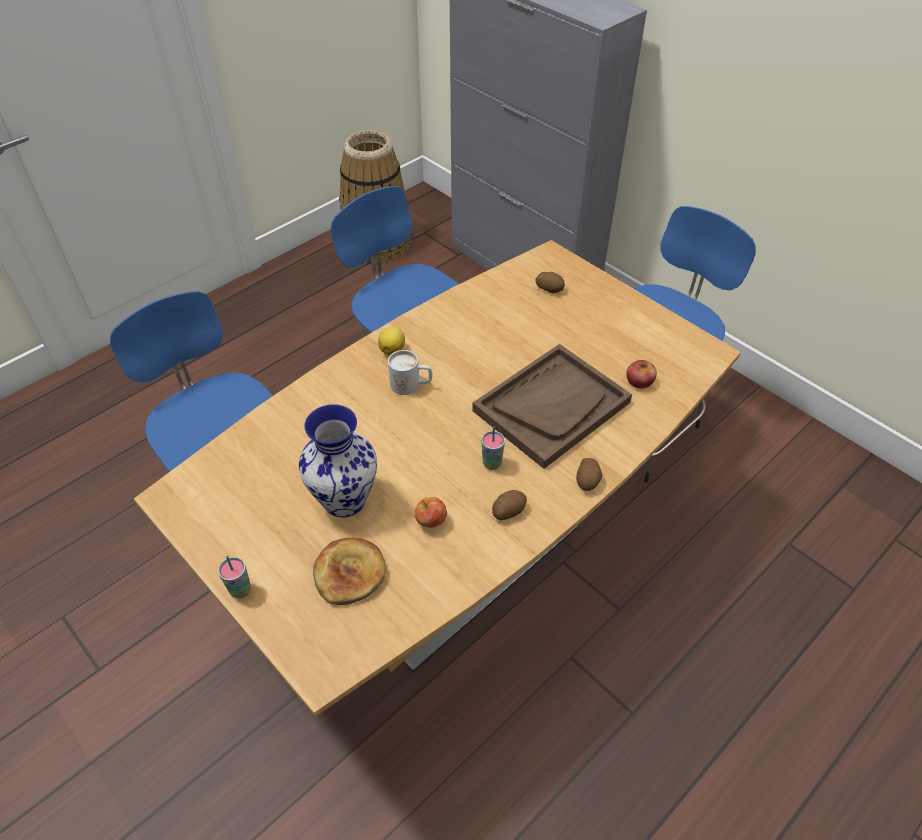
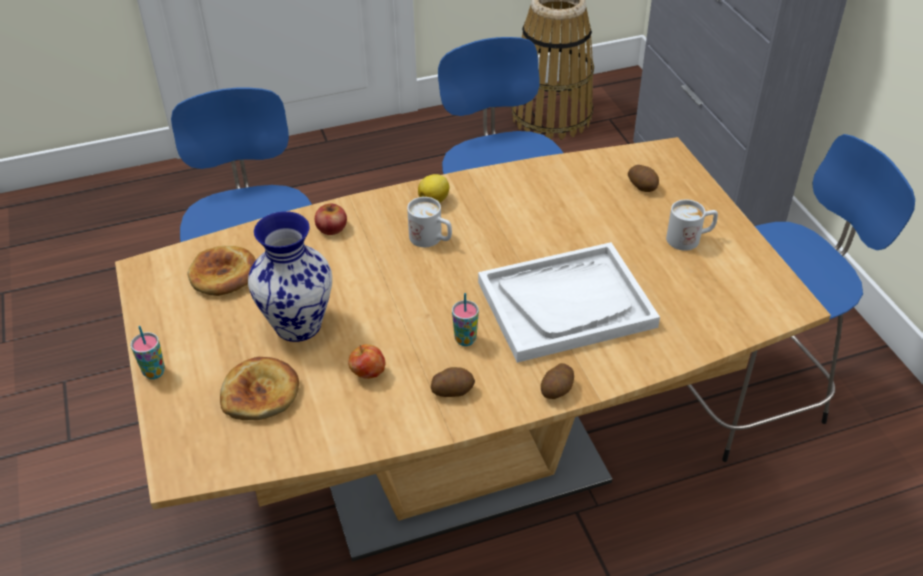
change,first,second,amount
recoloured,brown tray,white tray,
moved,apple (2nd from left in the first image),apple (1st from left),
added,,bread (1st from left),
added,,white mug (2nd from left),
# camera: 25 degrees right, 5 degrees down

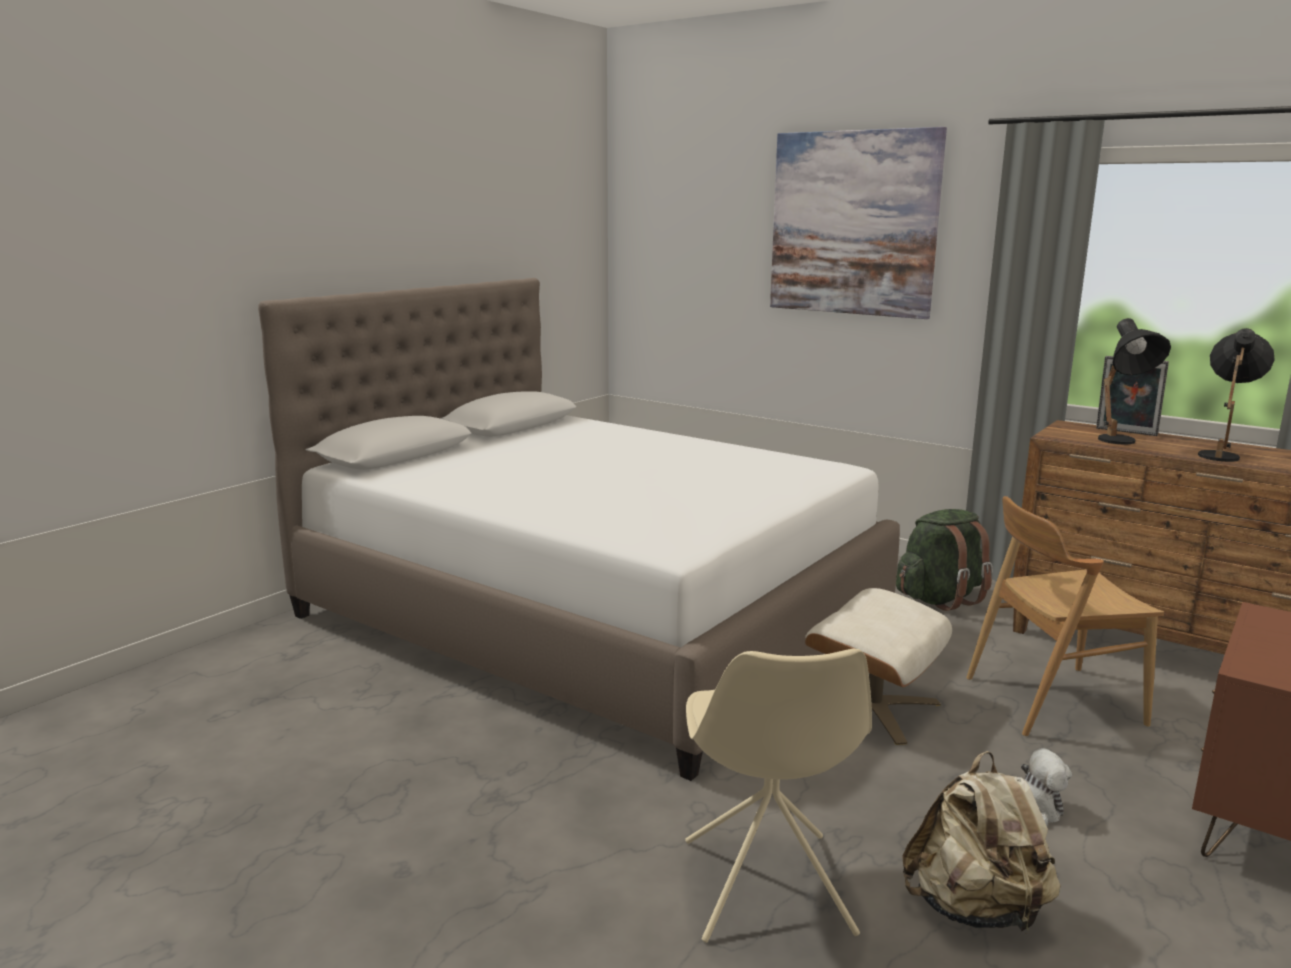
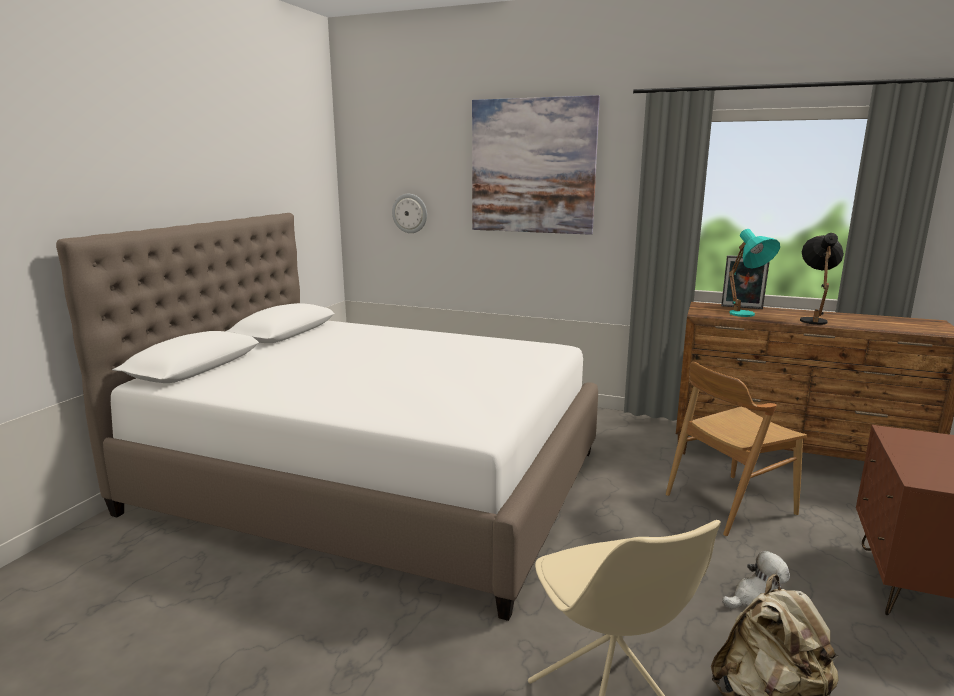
change,first,second,amount
removed,beige ottoman,,
removed,green backpack,,
recoloured,black table lamp (1st from left),turquoise table lamp,
added,,wall clock,
# camera: 15 degrees left, 0 degrees up

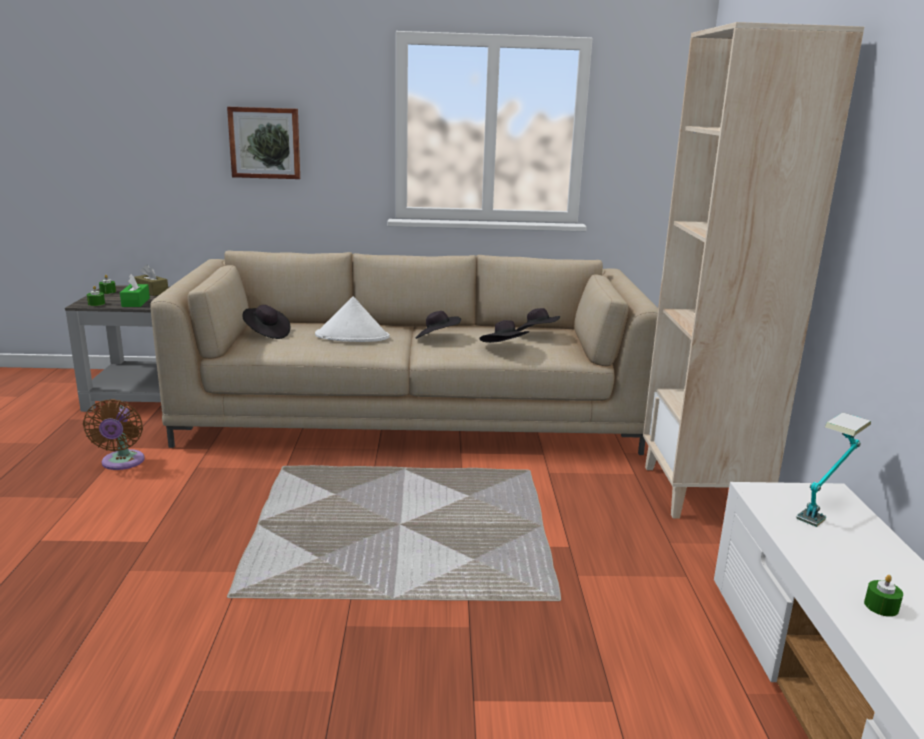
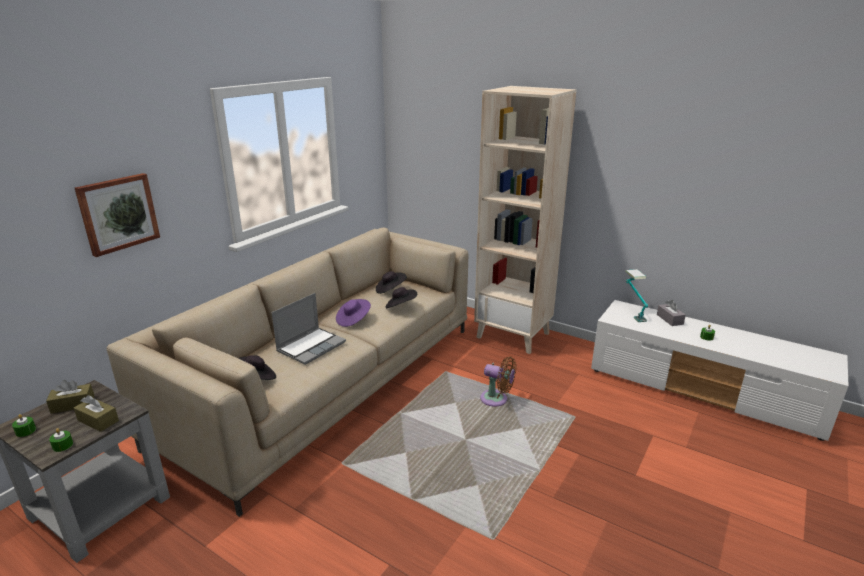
change,first,second,amount
moved,brown fan,,
recoloured,green tissue box,brown tissue box (2nd from left),
replaced,white hat,laptop,
recoloured,black hat (2nd from left),purple hat,
added,,grey tissue box,
# camera: 55 degrees left, 5 degrees up

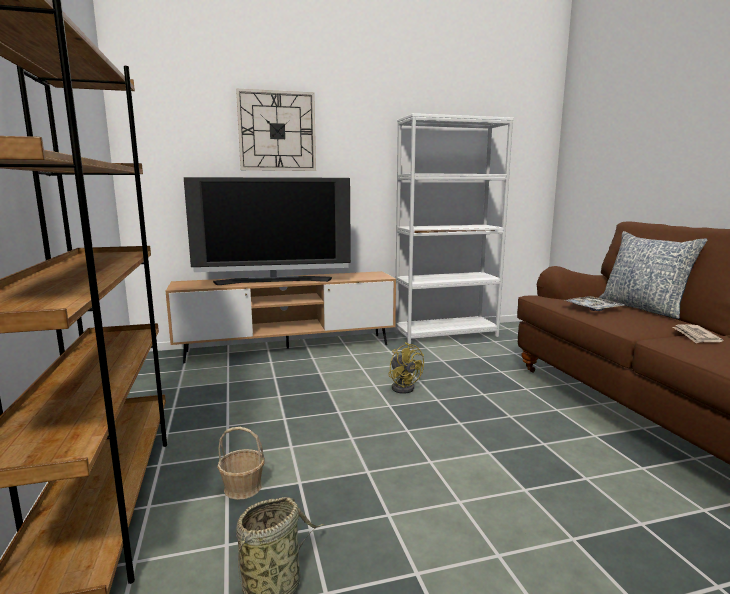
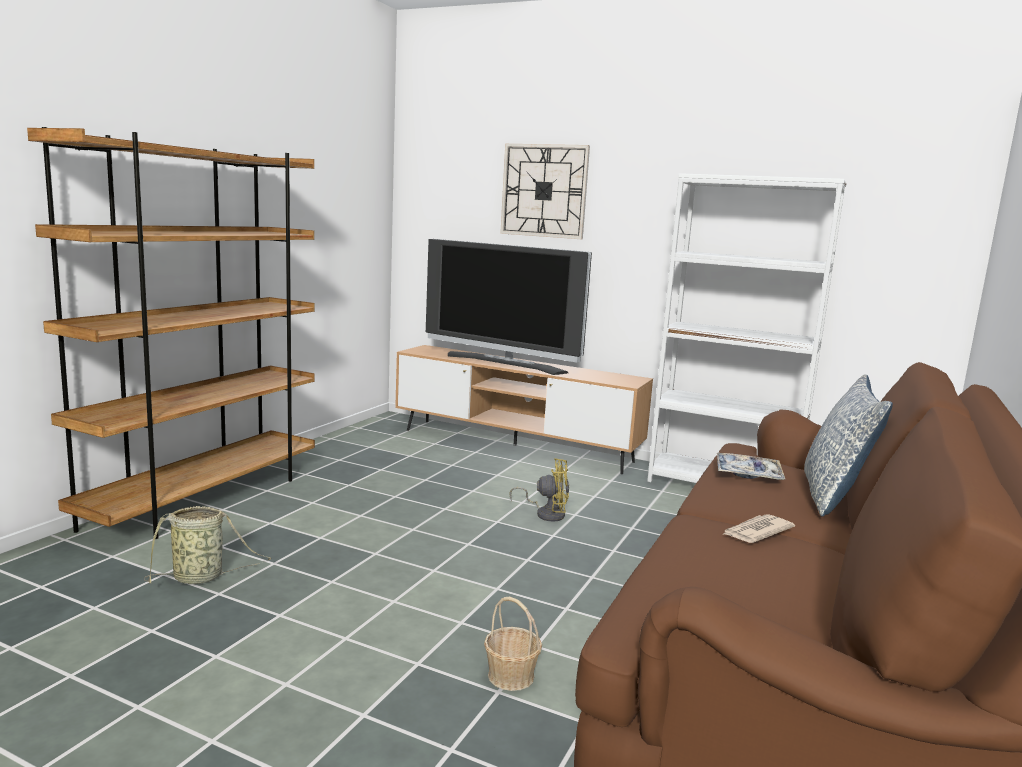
change,first,second,amount
moved,basket (1st from left in the first image),basket (2nd from left),
turned,yellow fan,,90 degrees counterclockwise
# camera: 40 degrees right, 0 degrees up

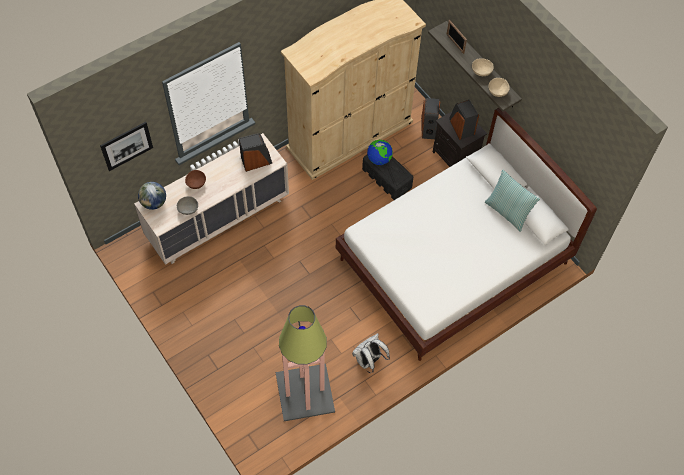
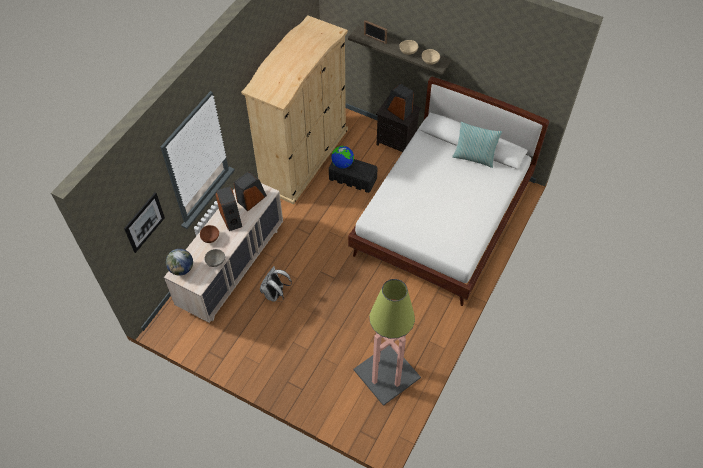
change,first,second,amount
moved,white backpack,,
moved,speaker (2nd from left in the first image),speaker (1st from left),
# camera: 25 degrees left, 5 degrees down

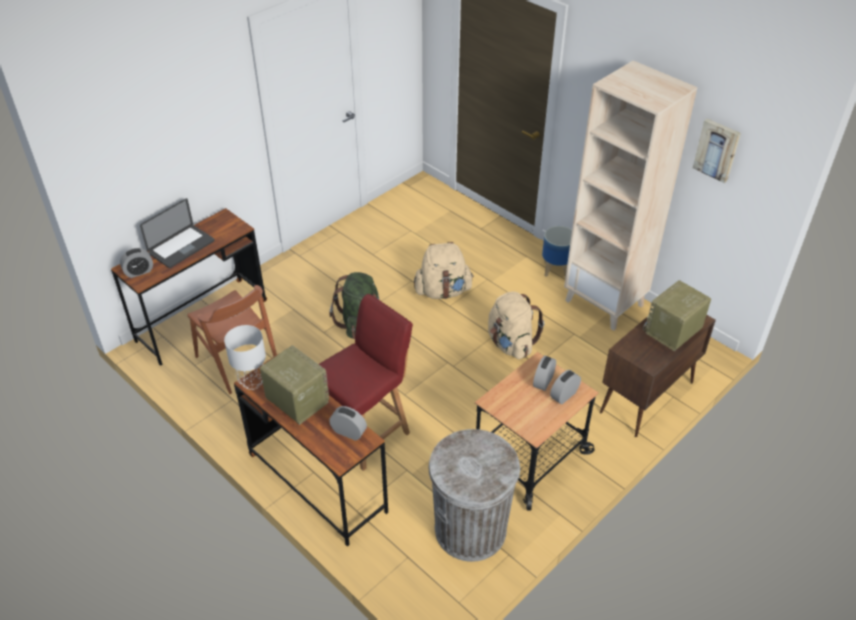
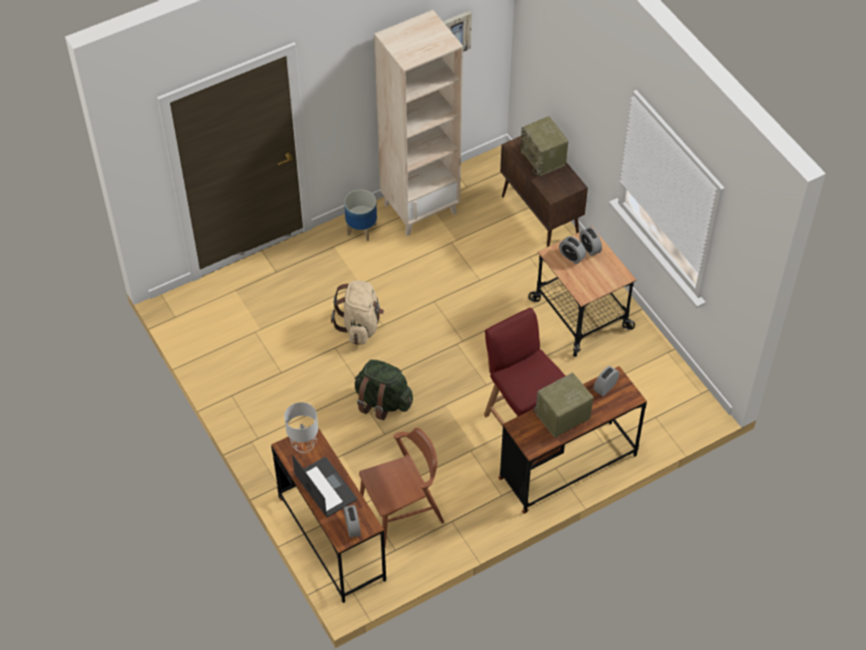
change,first,second,amount
moved,grey table lamp,,
removed,grey trash can,,
removed,beige backpack (2nd from left),,
# camera: 75 degrees left, 10 degrees up

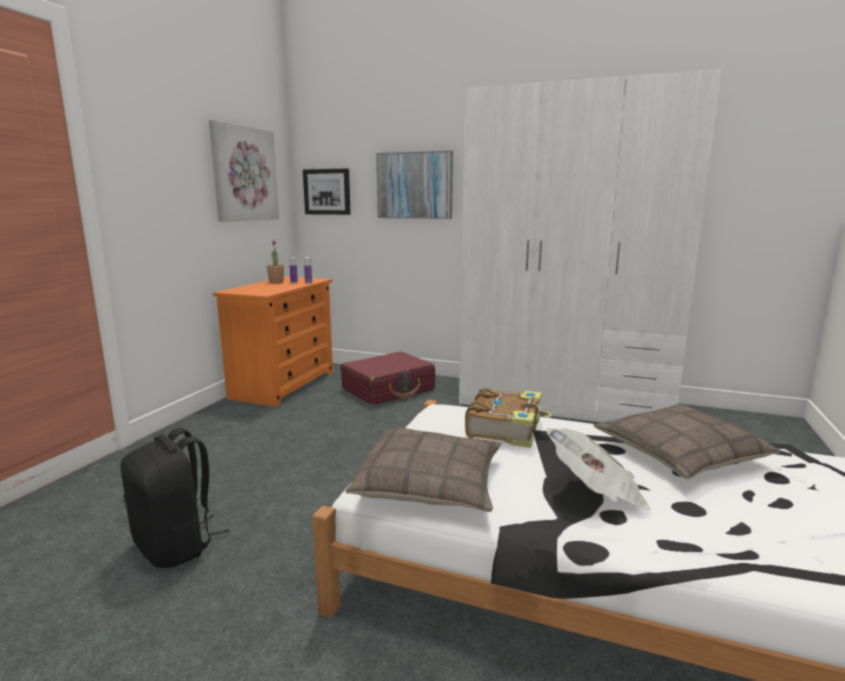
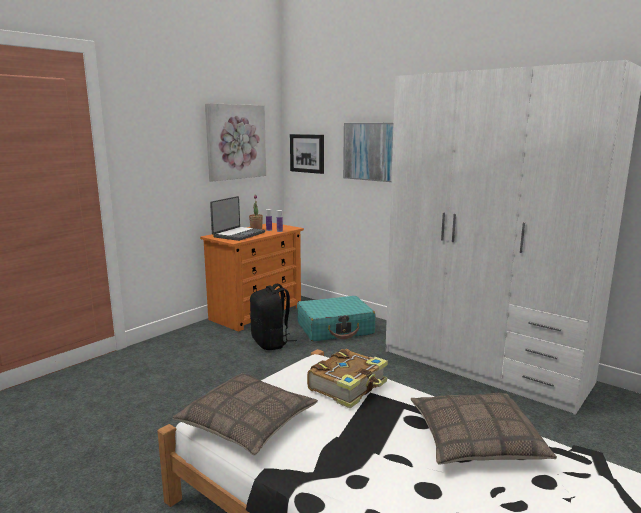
change,first,second,amount
moved,black backpack,,
recoloured,red suitcase,turquoise suitcase,
removed,newspaper,,
added,,laptop,
# camera: 20 degrees right, 0 degrees up

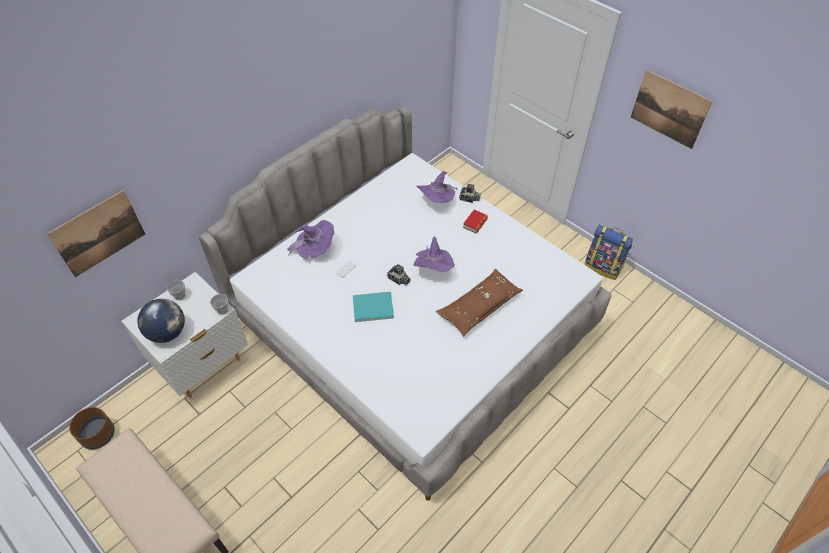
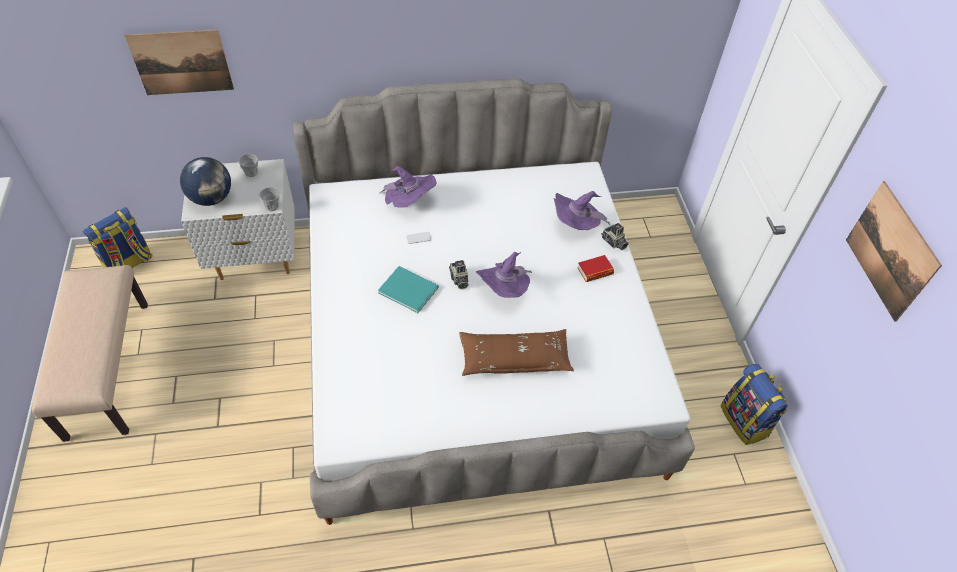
change,first,second,amount
replaced,brown planter,backpack (1st from left),
# camera: 35 degrees right, 0 degrees up

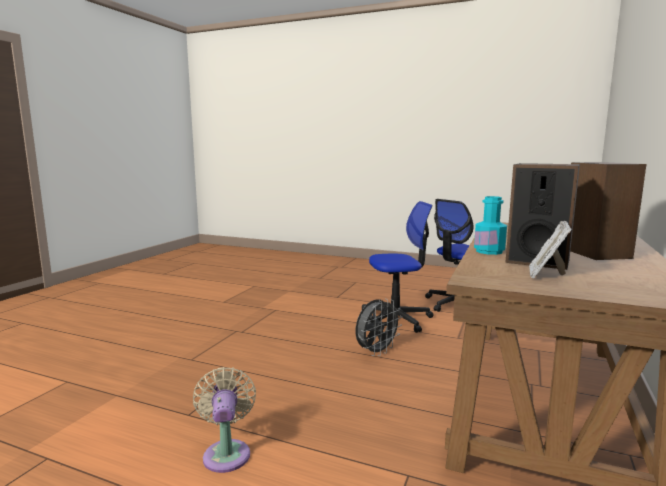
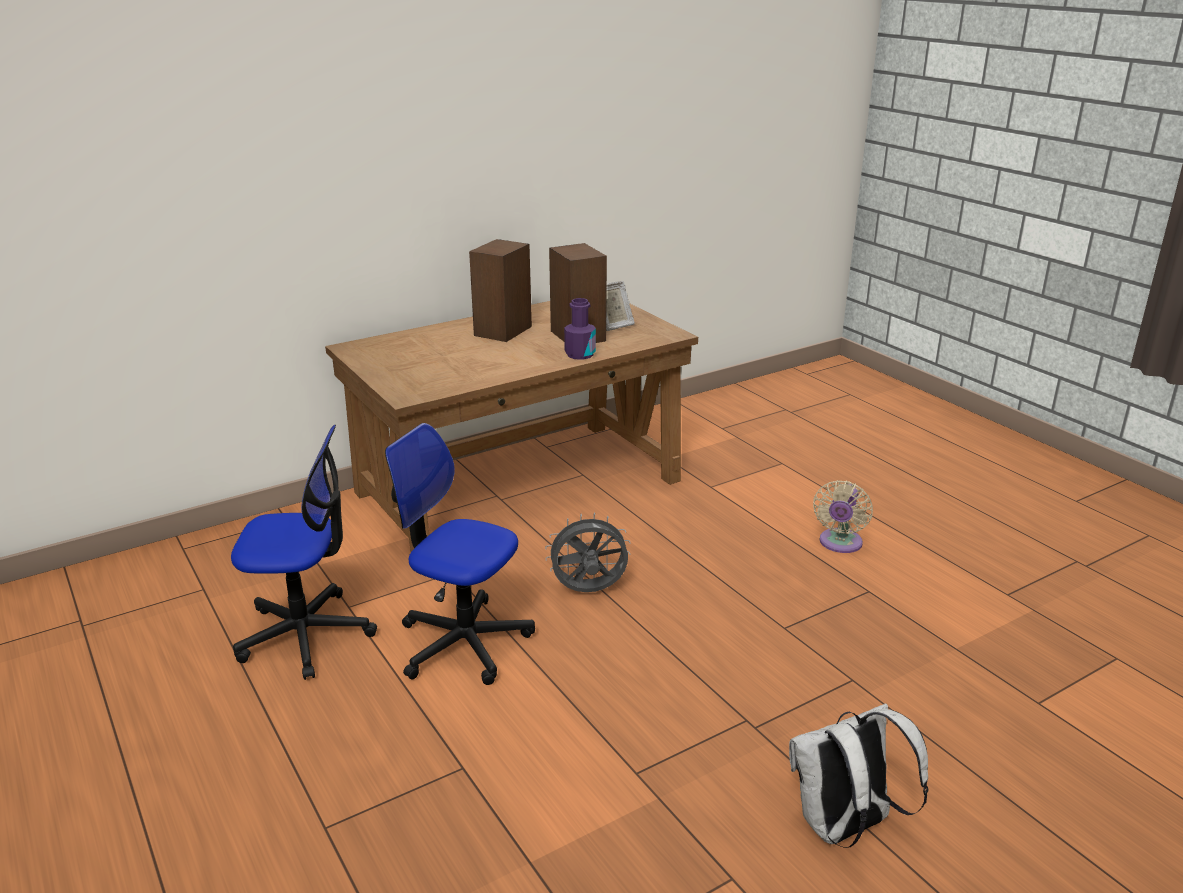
change,first,second,amount
recoloured,turquoise bottle,purple bottle,
added,,white backpack,
# camera: 145 degrees left, 15 degrees up

